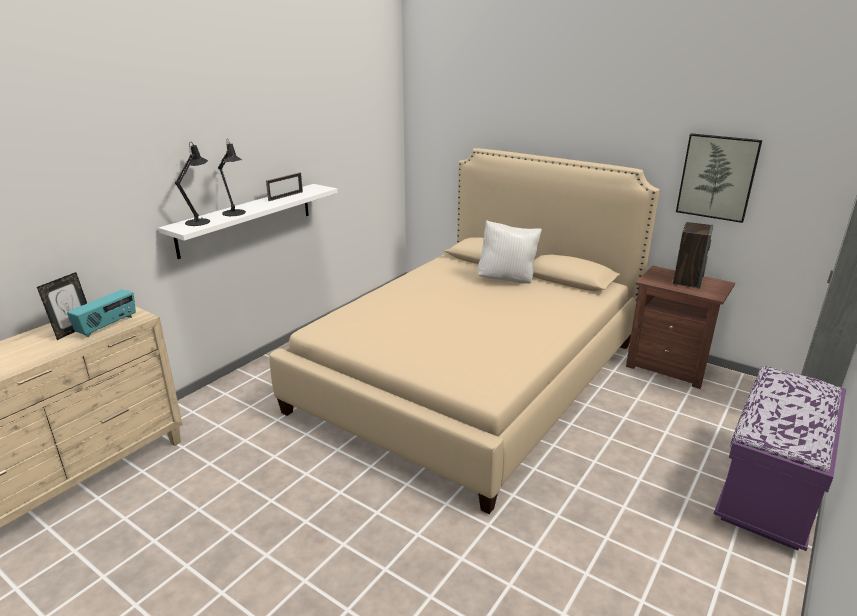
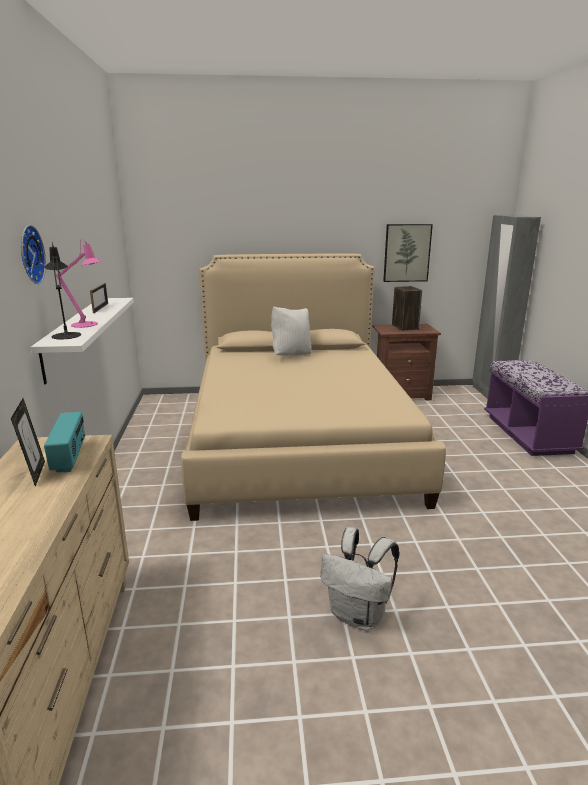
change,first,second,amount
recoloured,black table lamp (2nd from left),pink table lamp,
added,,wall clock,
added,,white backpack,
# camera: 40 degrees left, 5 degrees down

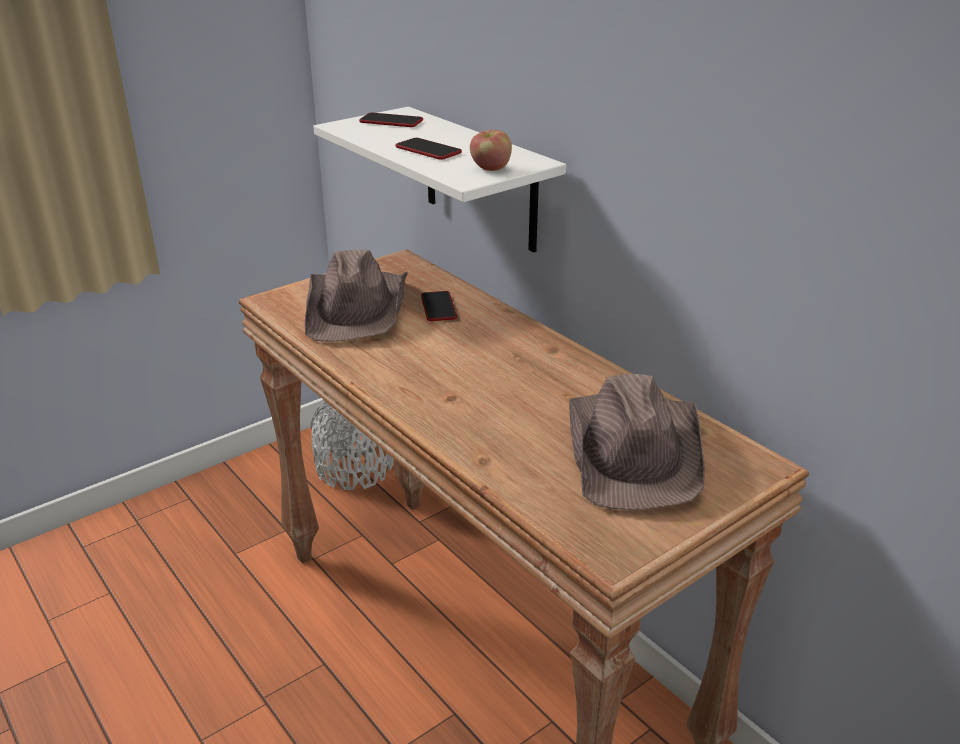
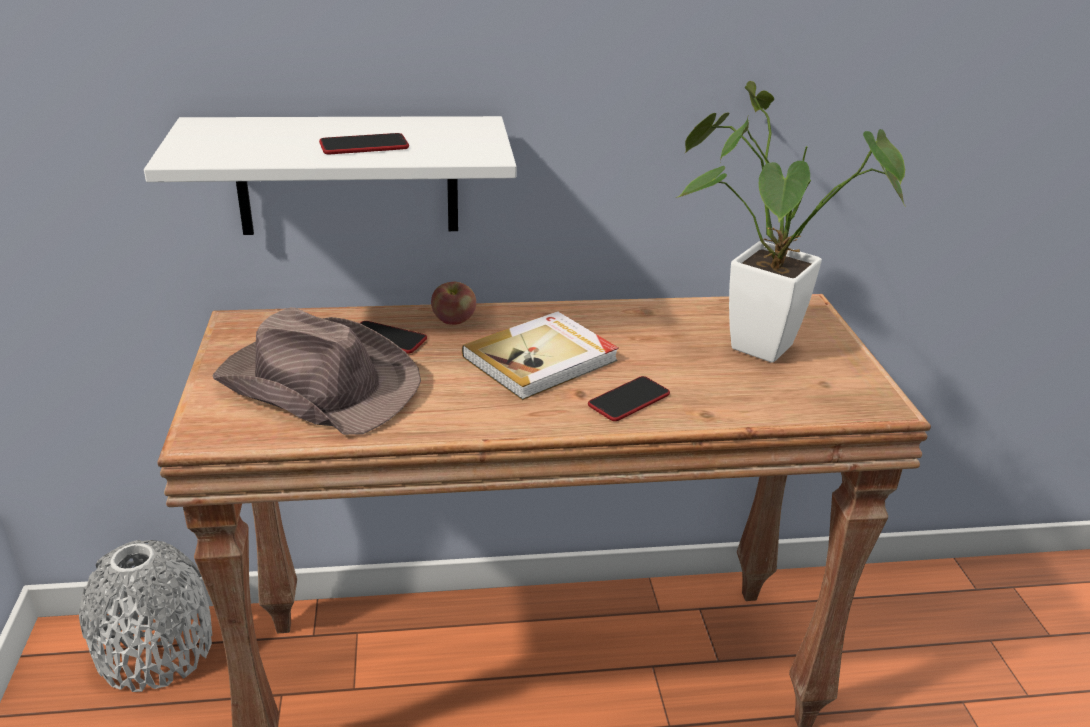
change,first,second,amount
moved,phone (1st from left in the first image),phone (3rd from left),
moved,apple,,
replaced,brown hat (2nd from left),potted plant,
added,,book,
# camera: 60 degrees left, 0 degrees up

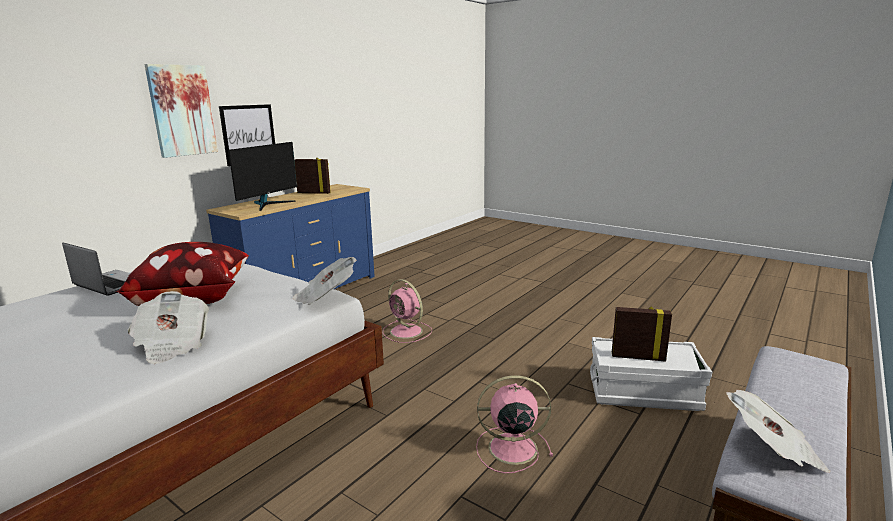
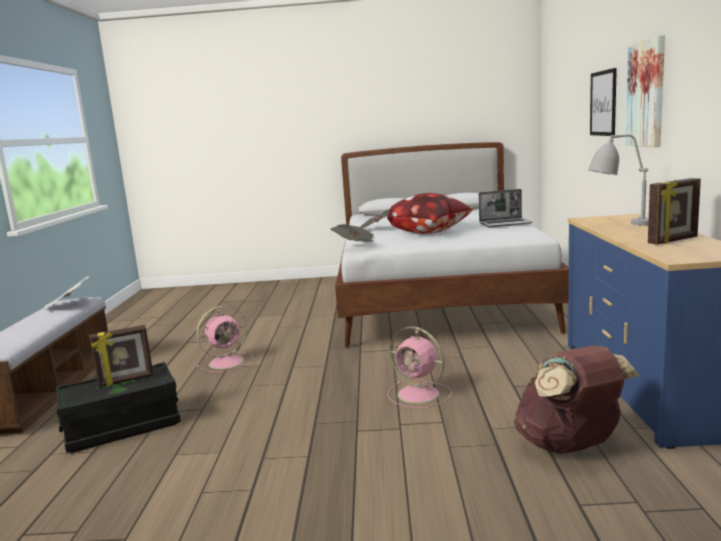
change,first,second,amount
moved,picture (2nd from left in the first image),picture (1st from left),
replaced,monitor,grey table lamp,
turned,pink fan (1st from left in the first image),pink fan (2nd from left),150 degrees counterclockwise
recoloured,white storage box,black storage box,
added,,brown backpack,
# camera: 145 degrees right, 5 degrees down

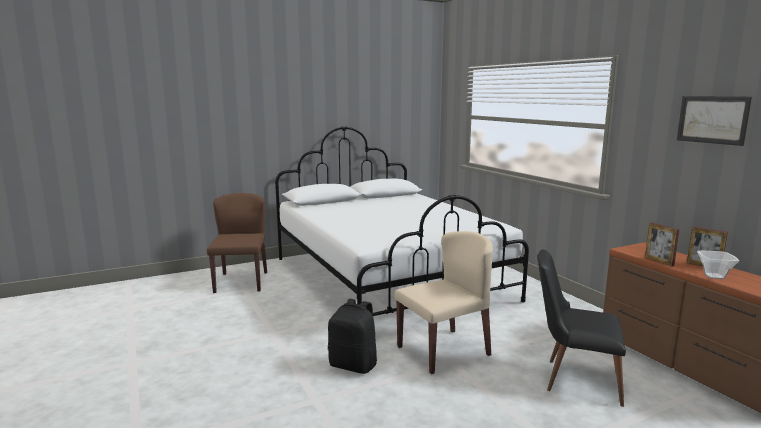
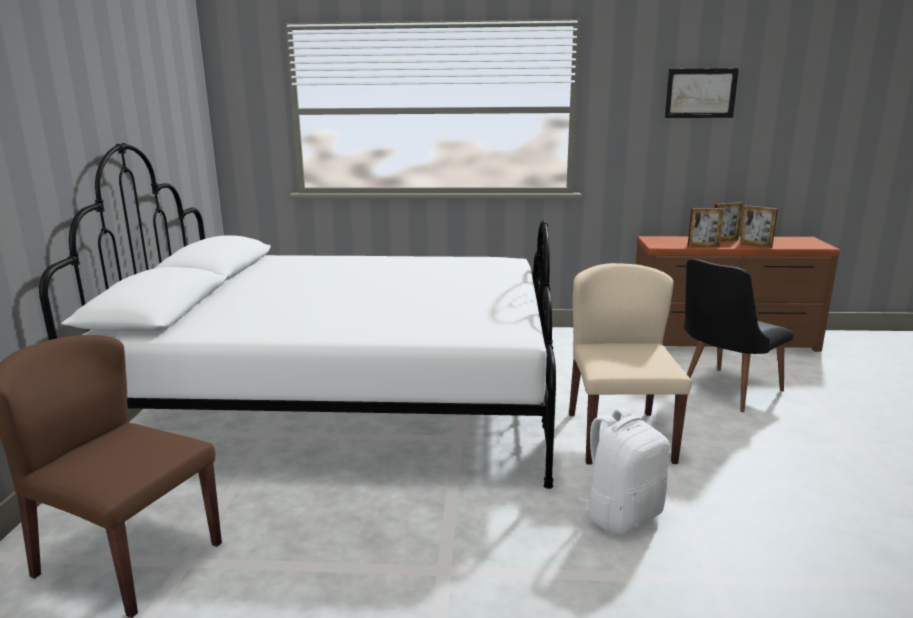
change,first,second,amount
recoloured,black backpack,white backpack,
replaced,bowl,picture frame (3rd from left),
# camera: 60 degrees left, 5 degrees up

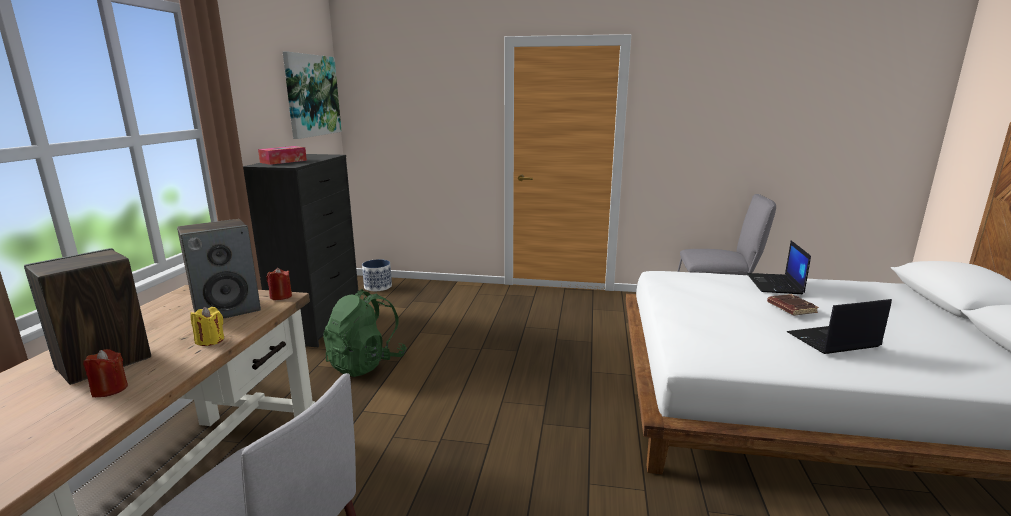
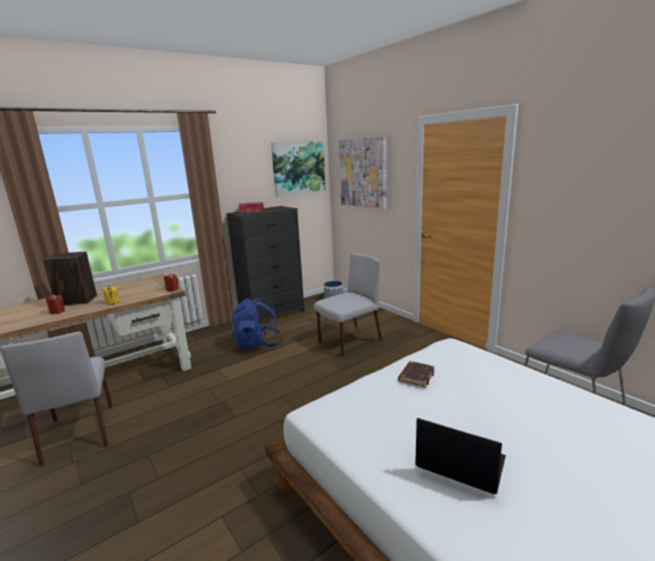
change,first,second,amount
removed,speaker (2nd from left),,
recoloured,green backpack,blue backpack,
removed,laptop (1st from left),,
moved,brown book,,
added,,grey chair (2nd from left),
added,,picture (2nd from left),
# camera: 45 degrees right, 0 degrees up

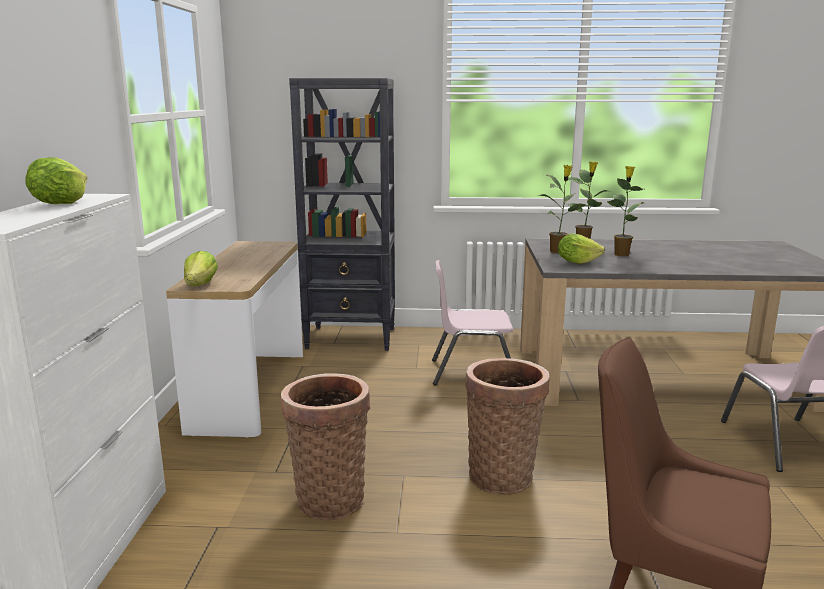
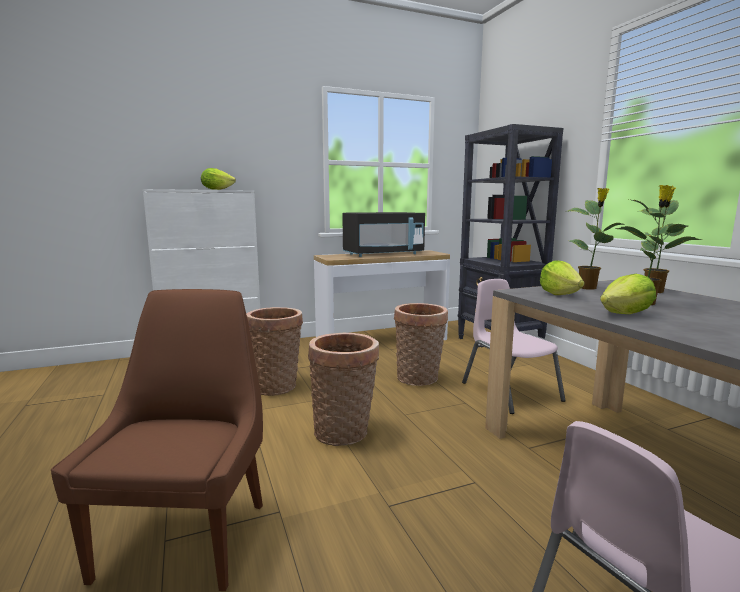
change,first,second,amount
moved,lettuce (2nd from left in the first image),lettuce (3rd from left),
added,,black microwave,
added,,basket (3rd from left),
# camera: 65 degrees right, 5 degrees down

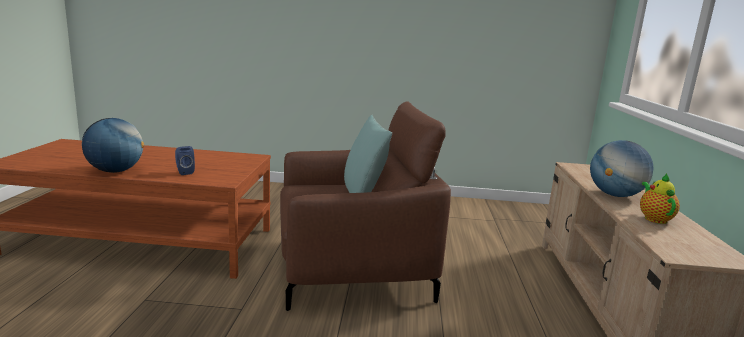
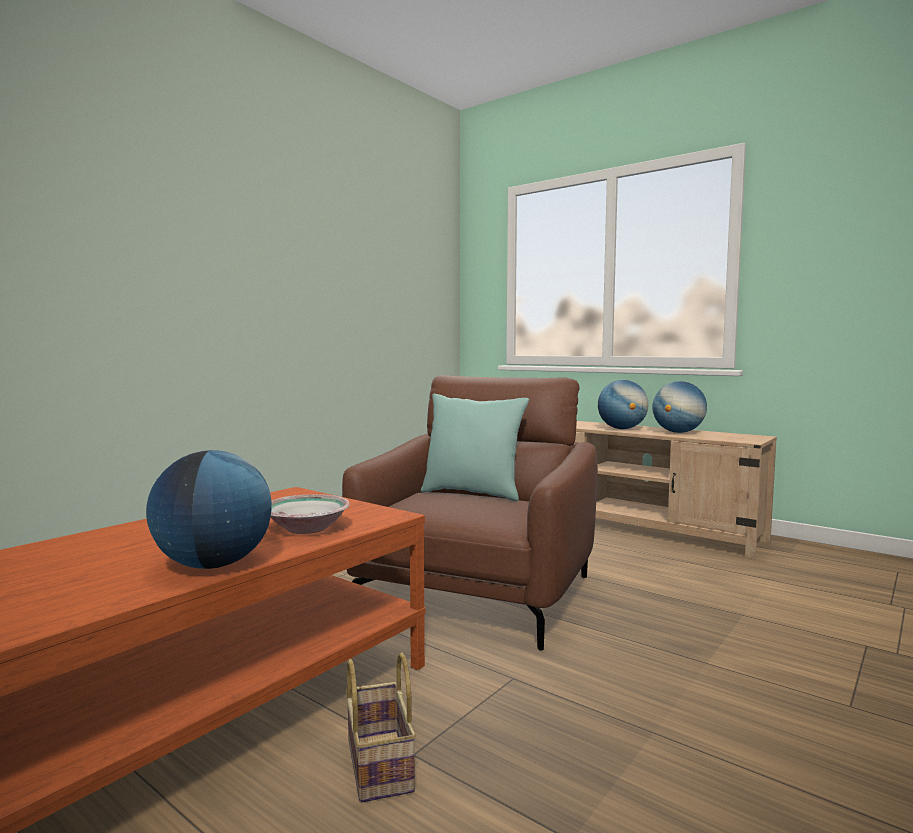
change,first,second,amount
replaced,blue speaker,bowl,
replaced,teapot,globe (3rd from left),
added,,basket,
# camera: 55 degrees left, 10 degrees down

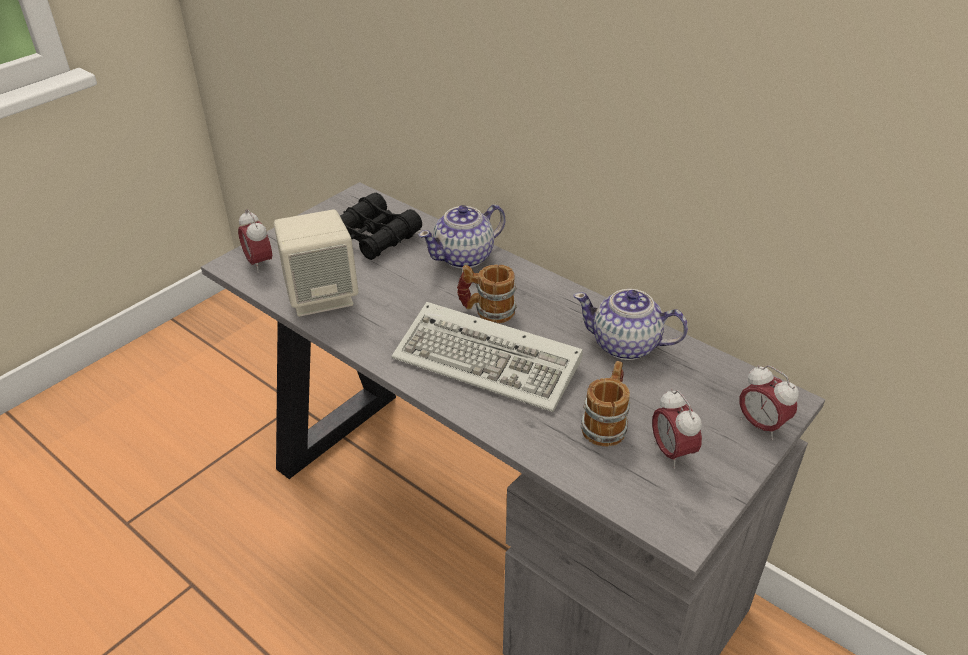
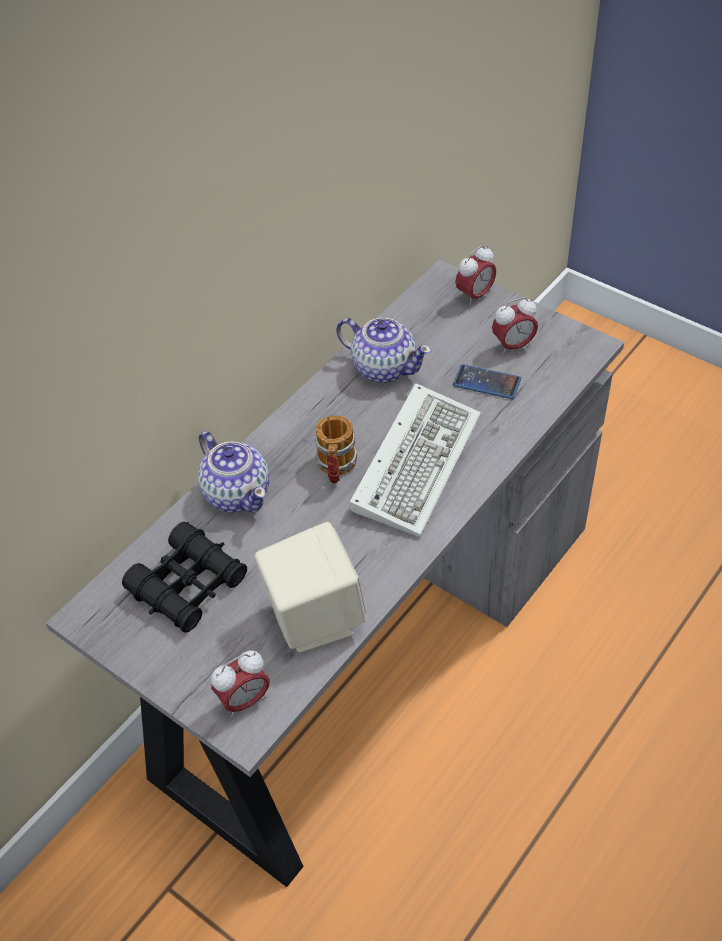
change,first,second,amount
turned,teapot (2nd from left),,75 degrees counterclockwise
replaced,mug (2nd from left),phone,
# camera: 90 degrees left, 10 degrees up

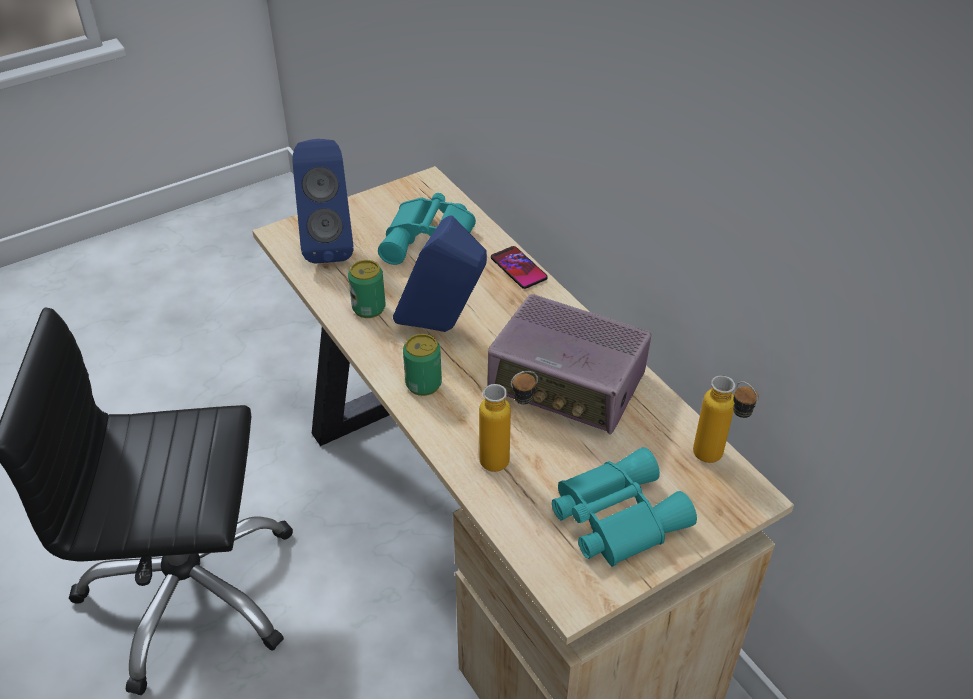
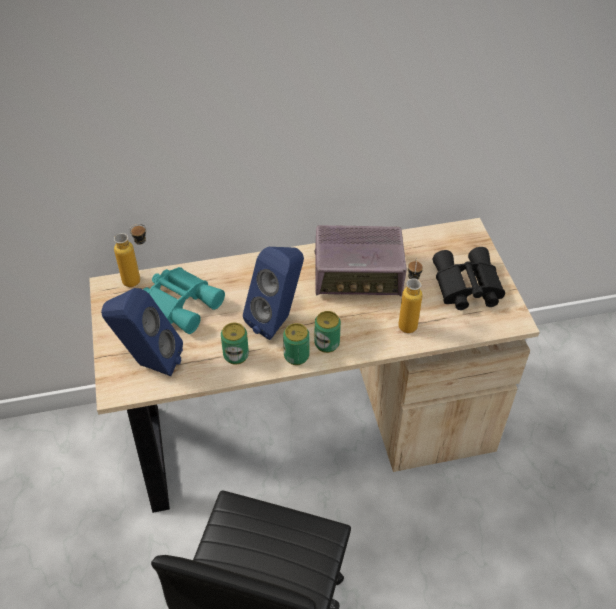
change,first,second,amount
turned,radio,,45 degrees clockwise
removed,phone,,
recoloured,turquoise binoculars (2nd from left),black binoculars,
moved,bottle (2nd from left in the first image),bottle (1st from left),
added,,can (2nd from left),
# camera: 70 degrees left, 5 degrees up

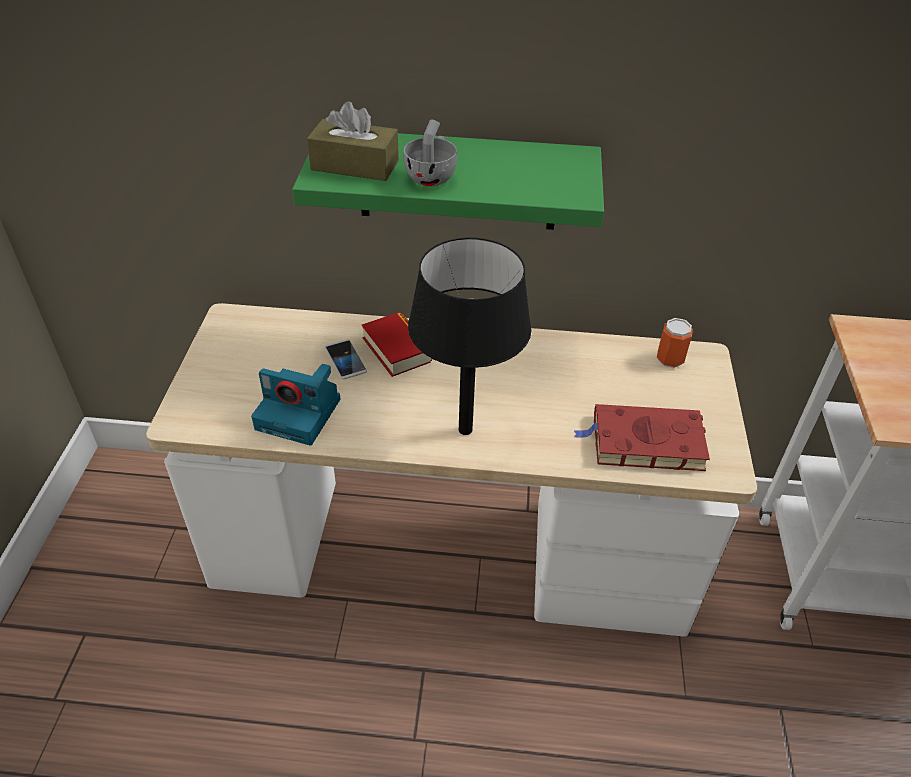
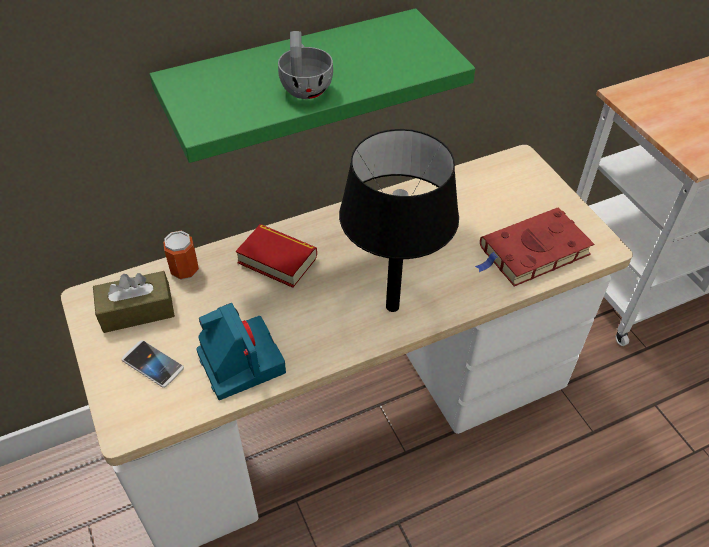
change,first,second,amount
turned,photo camera,,105 degrees counterclockwise
moved,brown tissue box,,
moved,phone,,
moved,can,,
# camera: 30 degrees left, 5 degrees up

